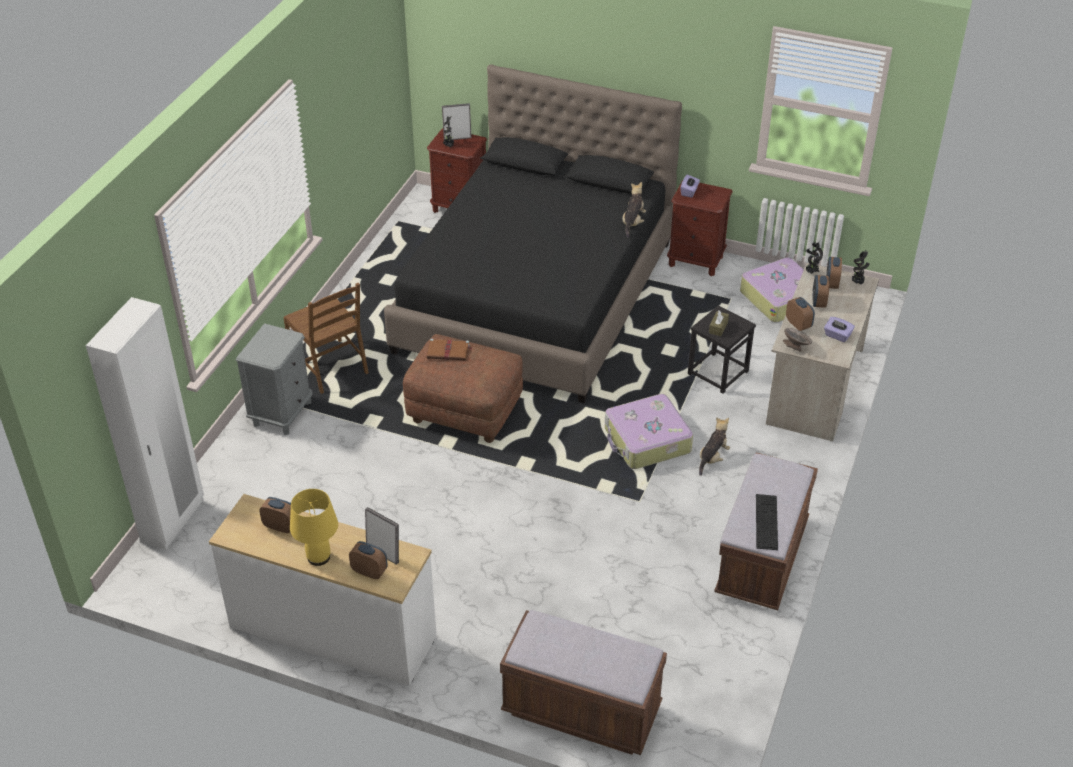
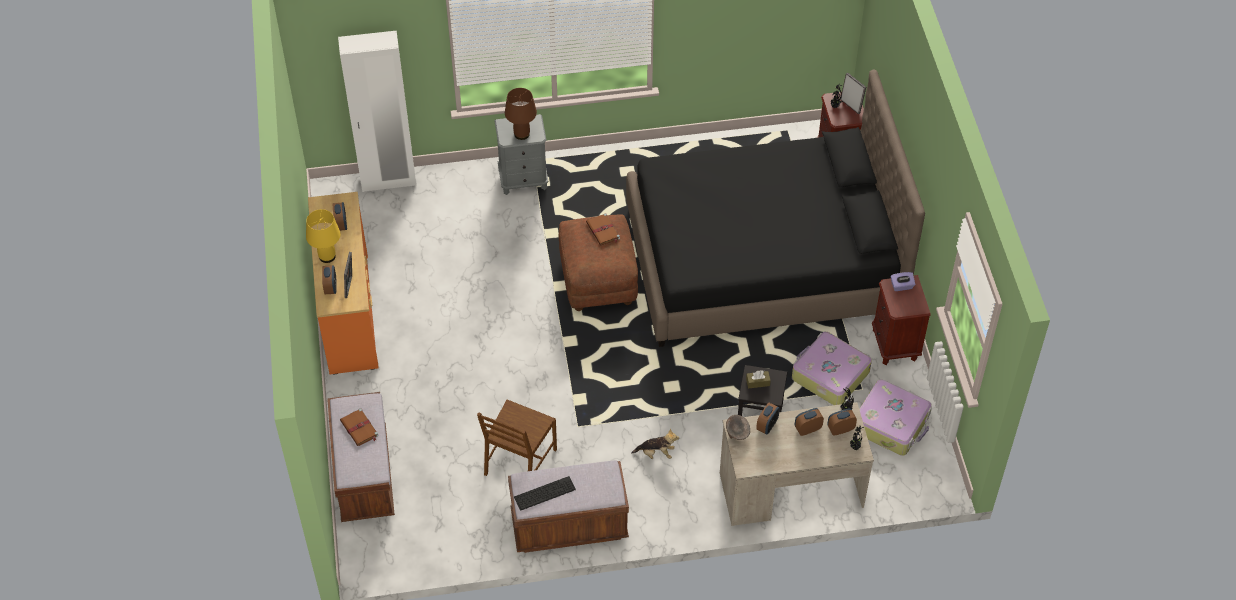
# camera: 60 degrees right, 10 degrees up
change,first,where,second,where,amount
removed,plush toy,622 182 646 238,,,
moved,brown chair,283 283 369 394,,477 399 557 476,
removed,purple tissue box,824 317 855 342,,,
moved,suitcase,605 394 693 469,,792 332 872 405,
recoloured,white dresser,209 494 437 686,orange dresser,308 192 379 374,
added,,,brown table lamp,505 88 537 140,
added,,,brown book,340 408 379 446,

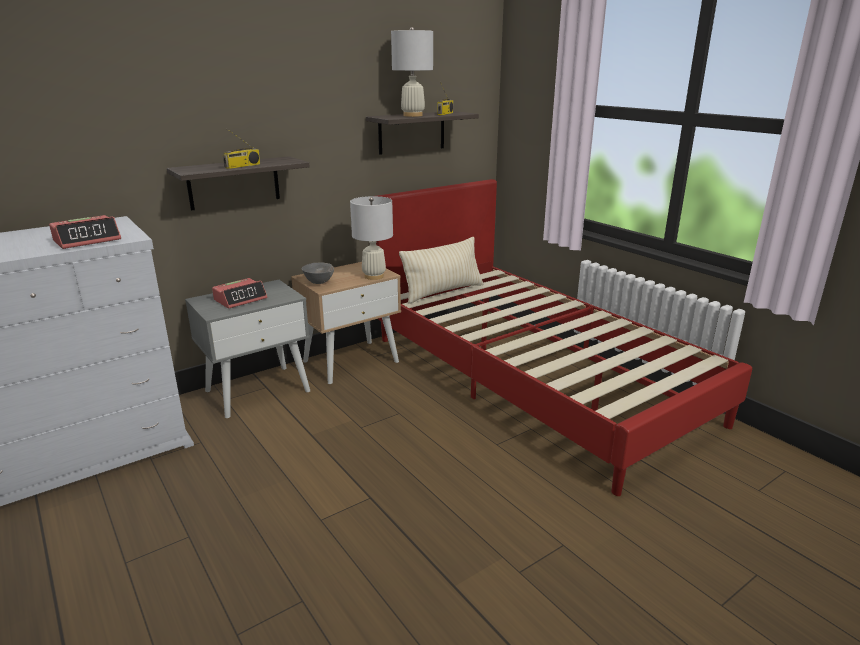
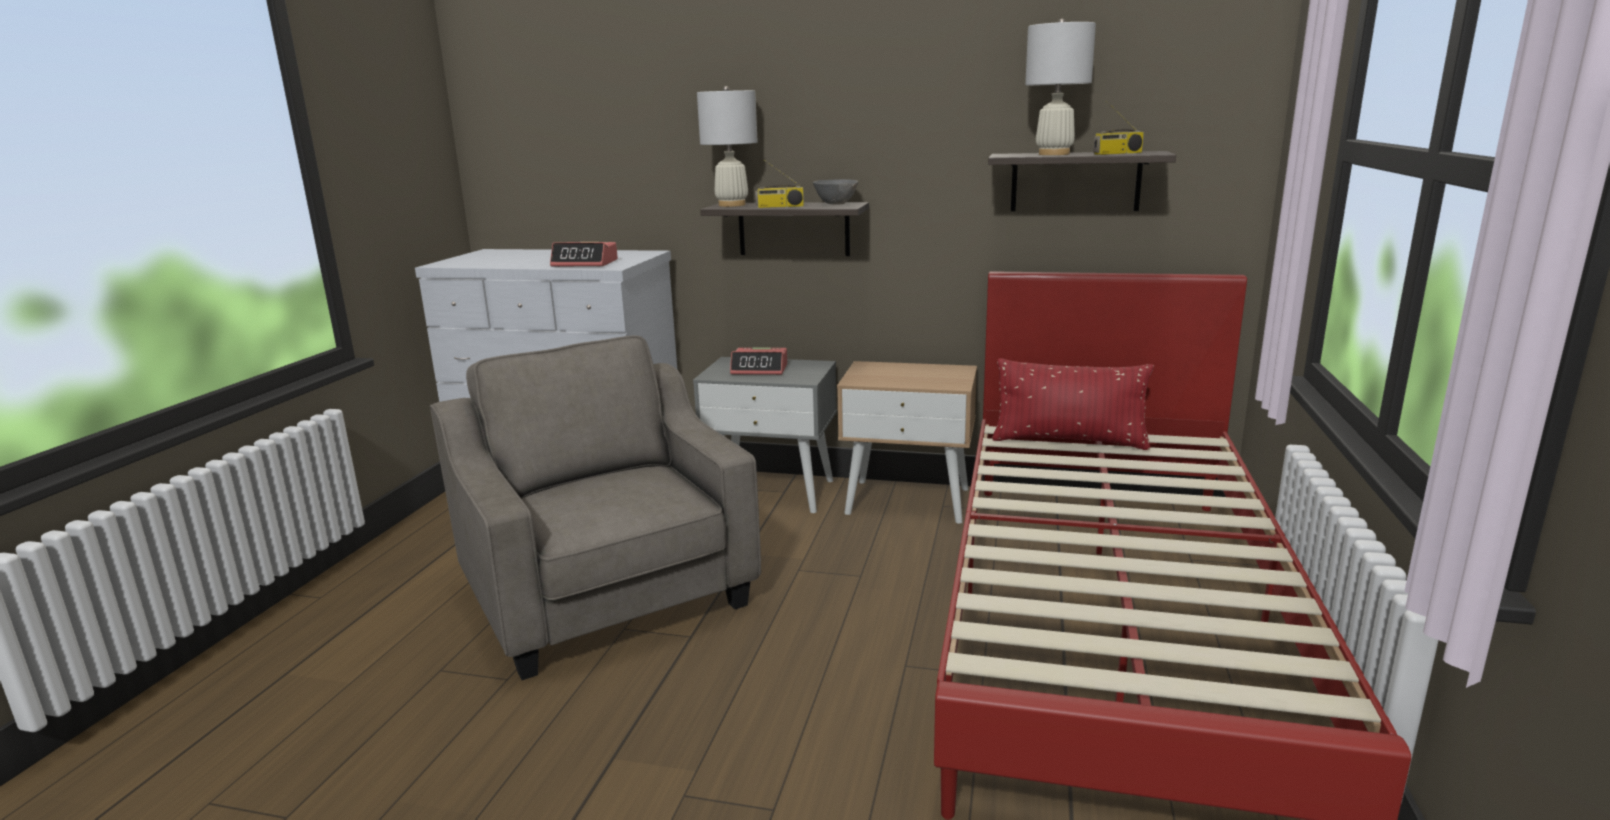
# camera: 50 degrees right, 5 degrees down
change,first,where,second,where,amount
moved,white table lamp,350 196 393 280,,697 86 758 207,
recoloured,beige pillow,399 237 484 304,red pillow,992 358 1154 450,
moved,grey bowl,301 263 334 284,,813 179 858 205,
added,,,grey armchair,430 335 761 680,

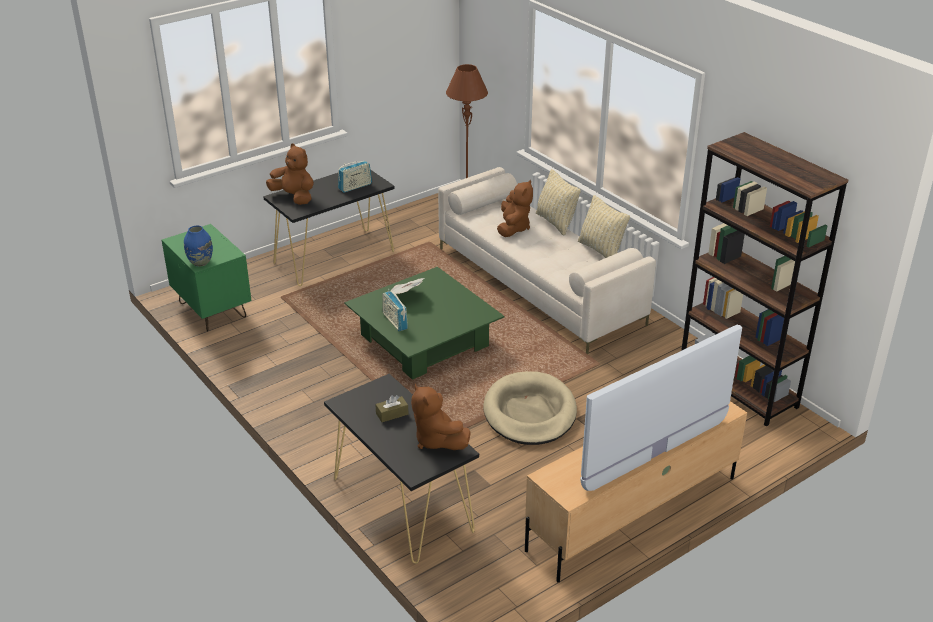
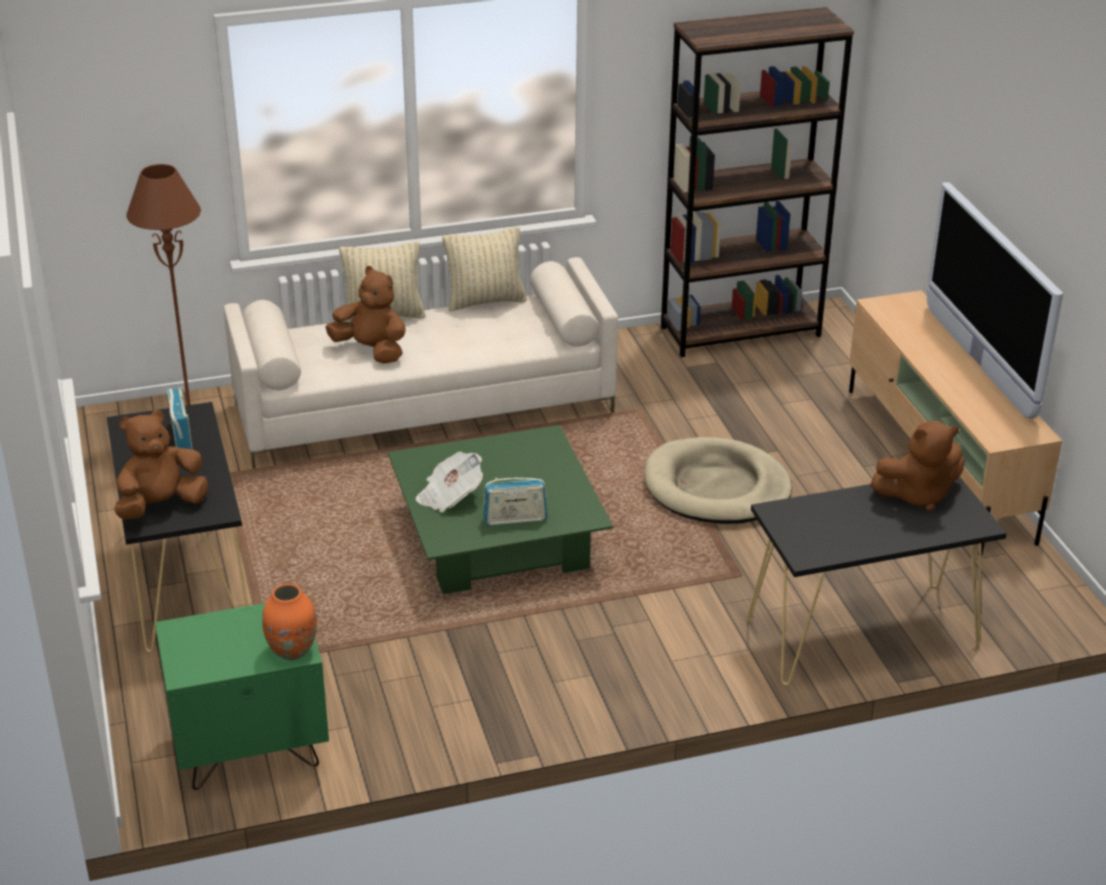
# camera: 70 degrees left, 0 degrees up
change,first,where,second,where,amount
recoloured,blue vase,184 226 213 267,orange vase,262 584 317 660,
removed,brown tissue box,375 395 408 422,,,

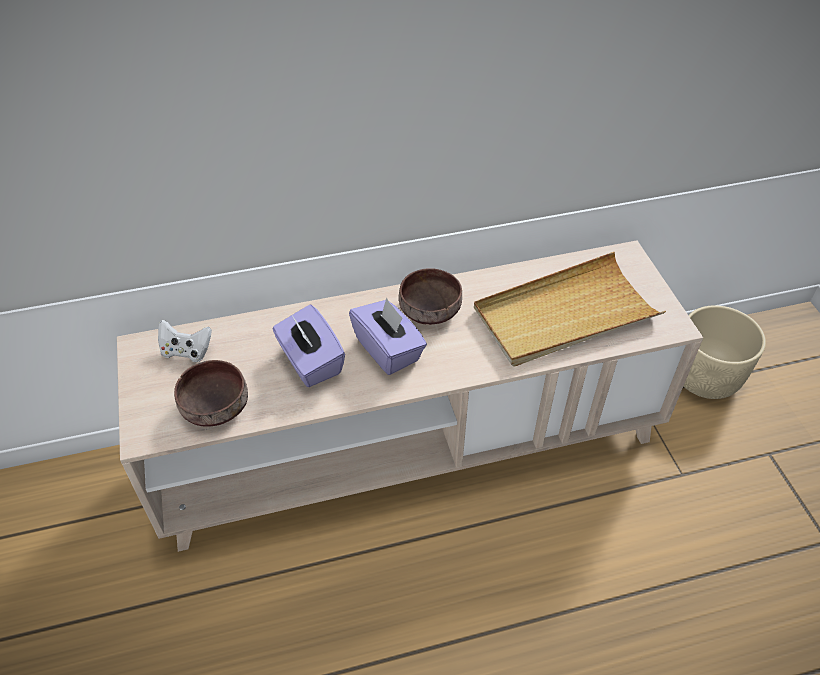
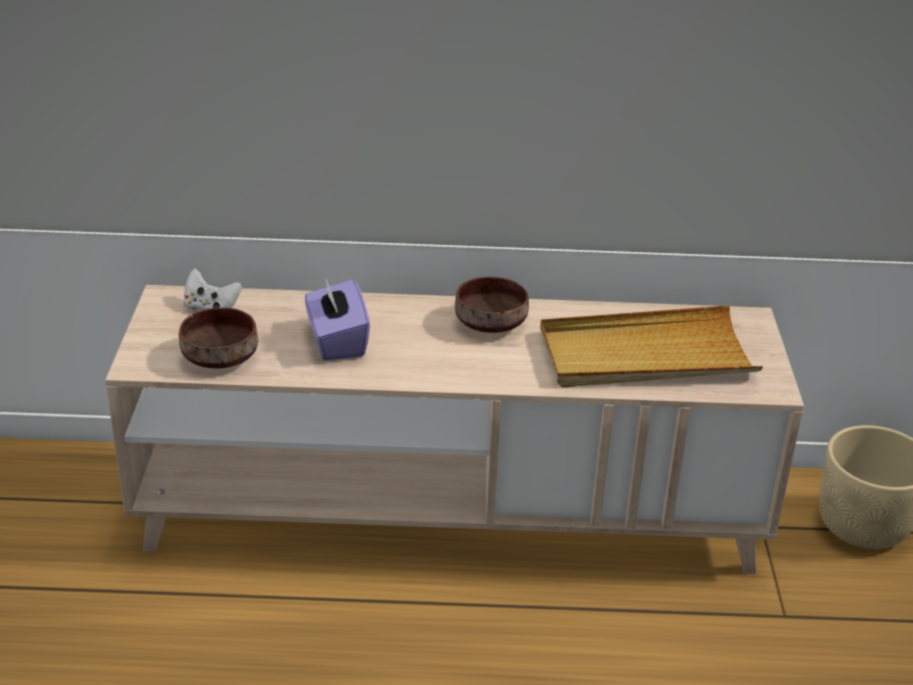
# camera: 15 degrees right, 15 degrees down
change,first,where,second,where,amount
removed,purple tissue box,349 298 427 375,,,

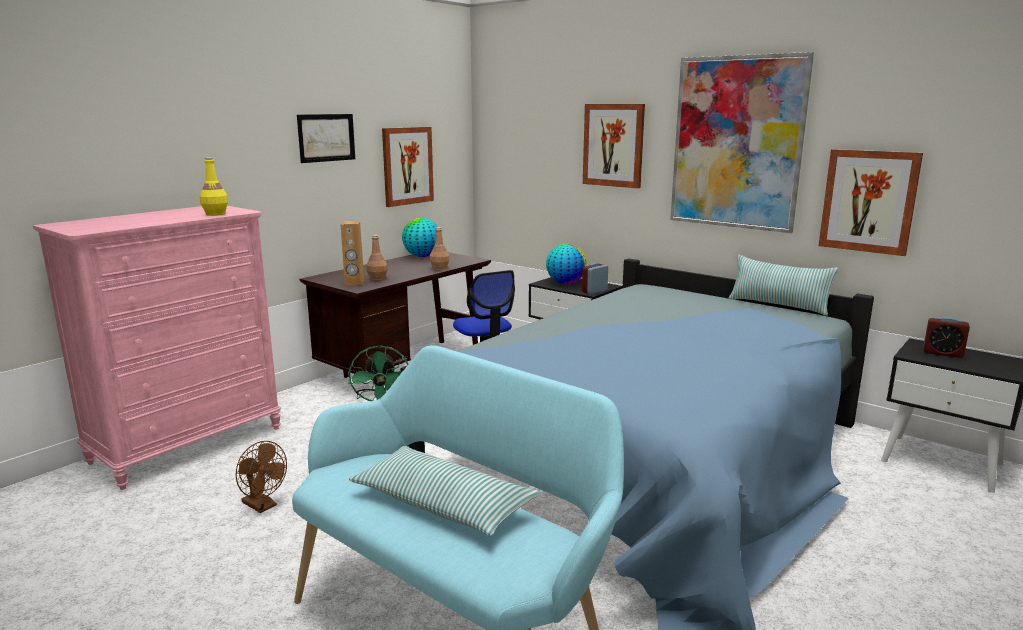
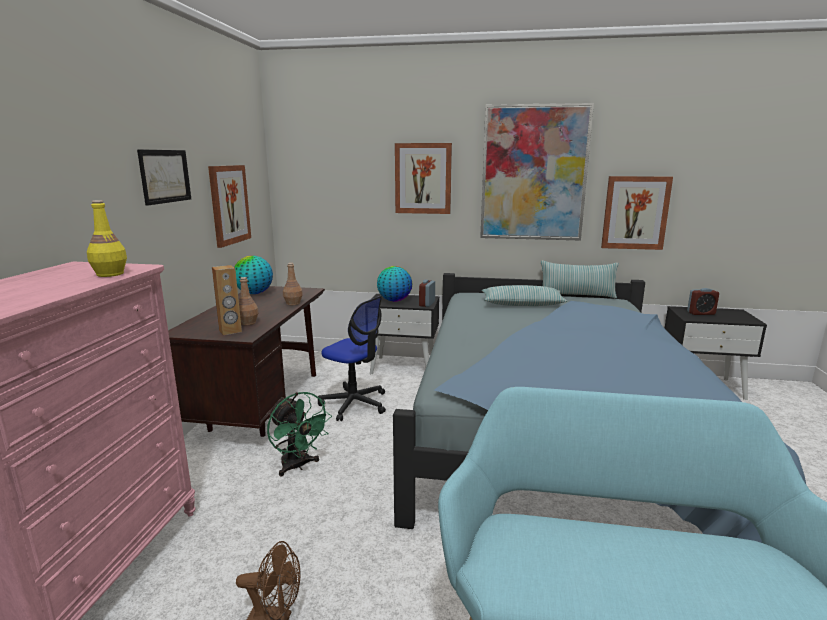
# camera: 30 degrees left, 0 degrees up
change,first,where,second,where,amount
moved,pillow,349 446 541 536,,482 285 568 306,

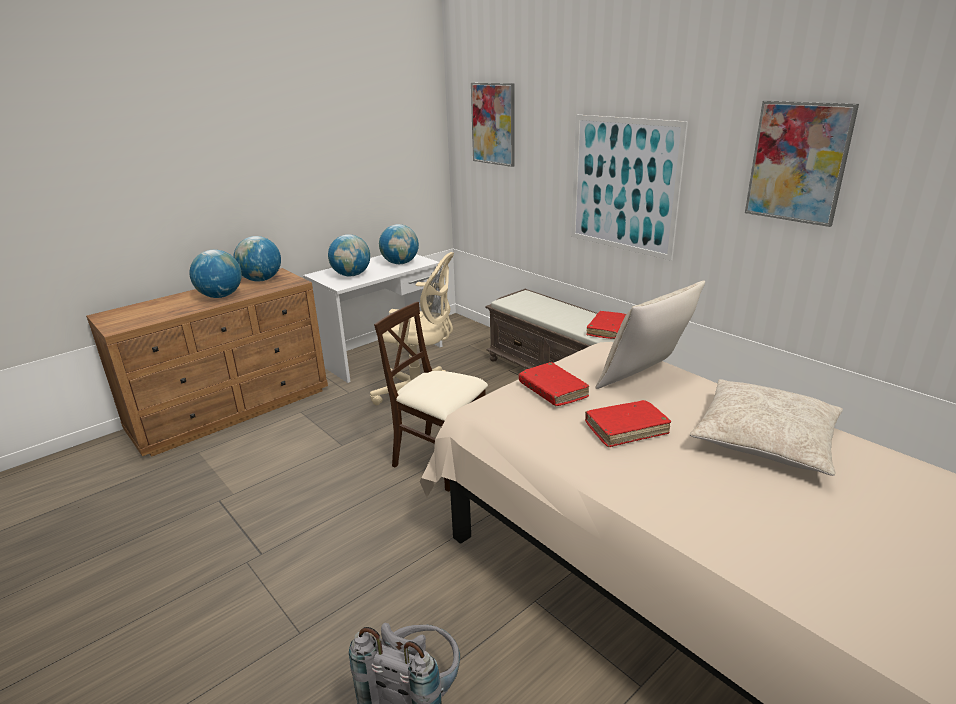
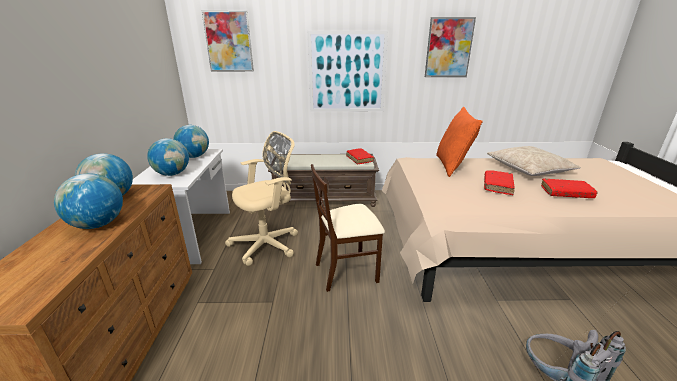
# camera: 50 degrees left, 0 degrees up
change,first,where,second,where,amount
recoloured,beige pillow,595 281 705 389,orange pillow,436 107 483 177,
moved,red book,519 362 589 406,,541 178 597 198,

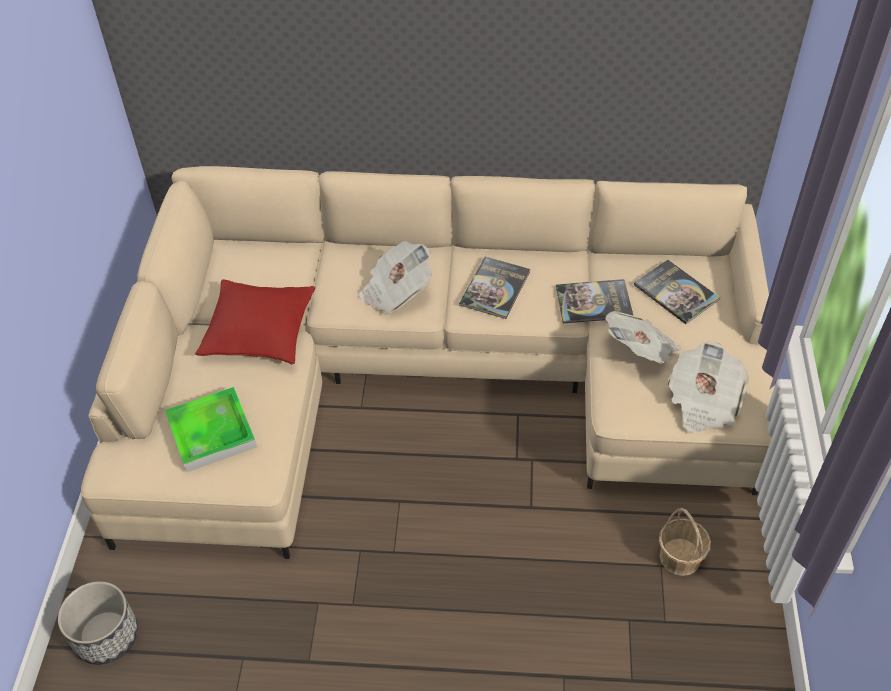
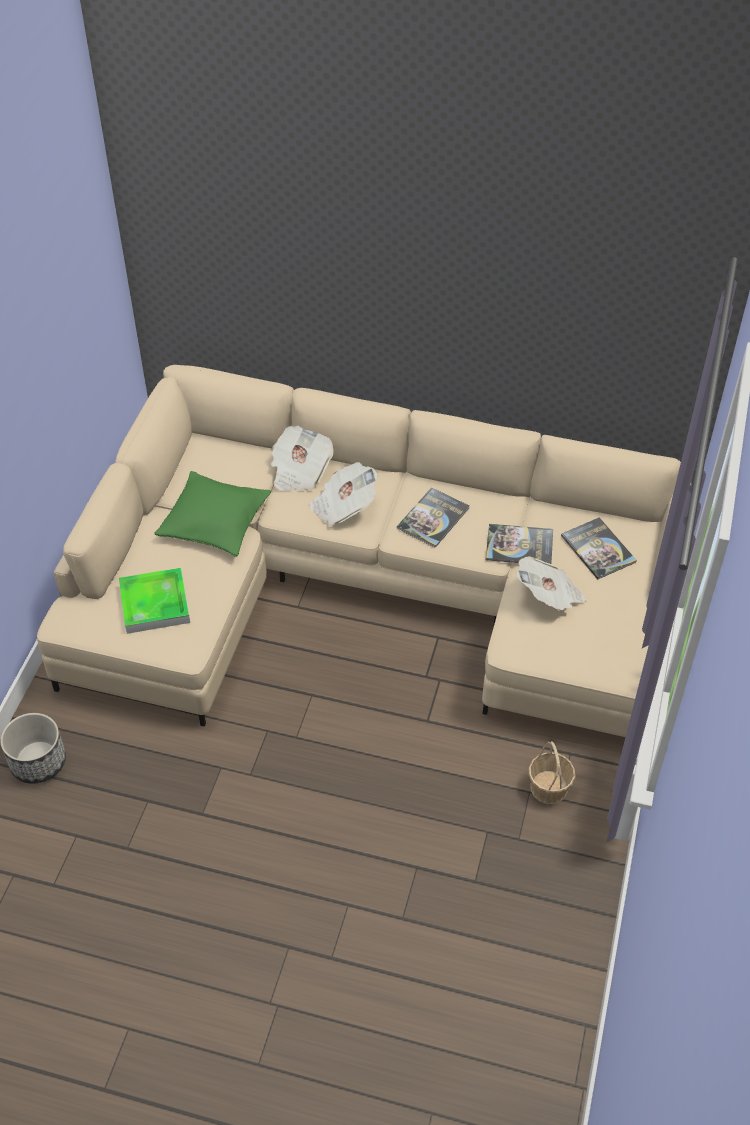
# camera: 10 degrees right, 0 degrees up
change,first,where,second,where,amount
recoloured,red pillow,195 280 315 364,green pillow,154 471 271 557,
moved,newspaper,668 342 749 433,,271 426 333 491,

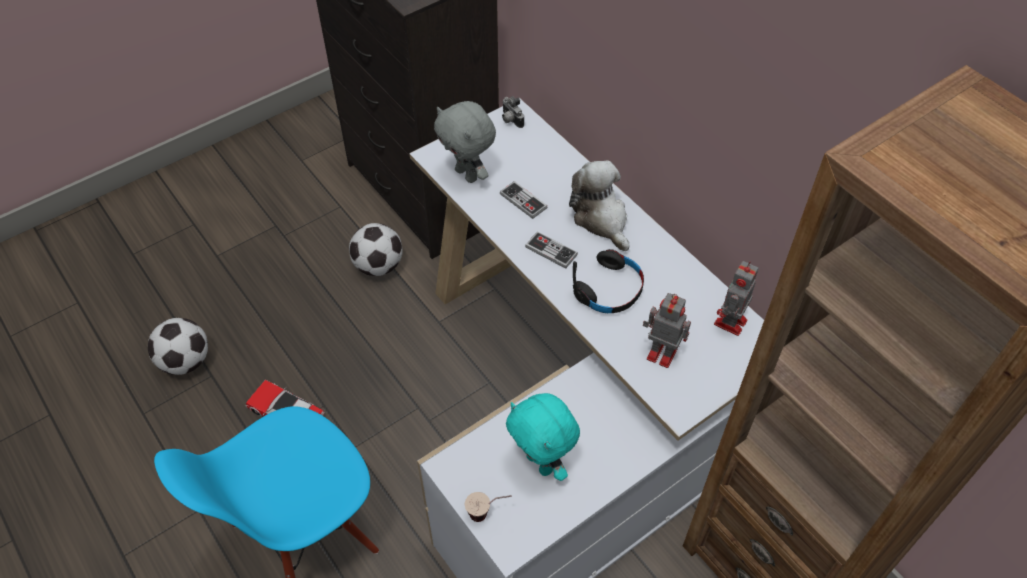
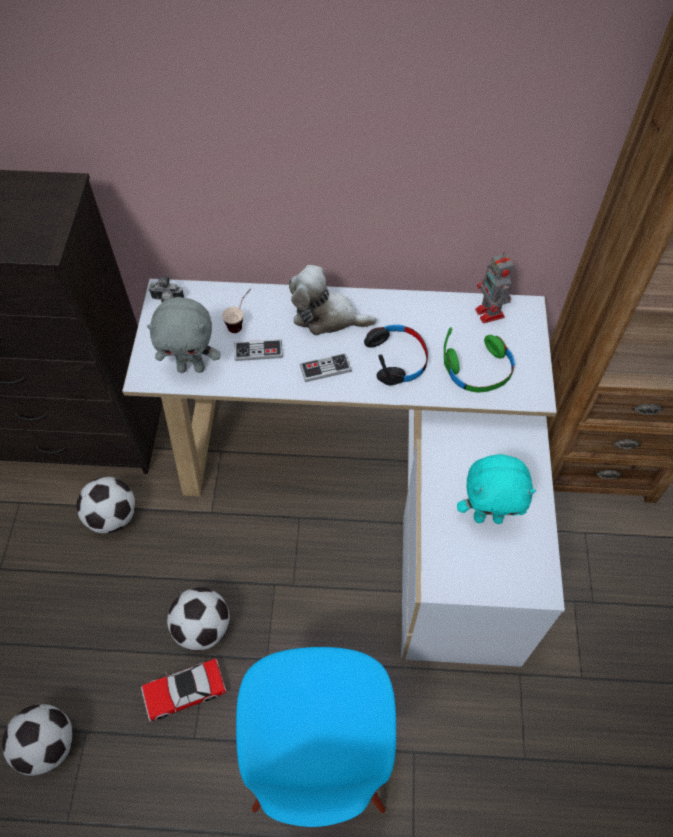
# camera: 50 degrees left, 5 degrees up
change,first,where,second,where,amount
replaced,toy robot,643 293 691 368,green headphones,444 327 515 392,
moved,cup,465 492 512 522,,222 289 251 333,
added,,,football,167 587 230 651,

